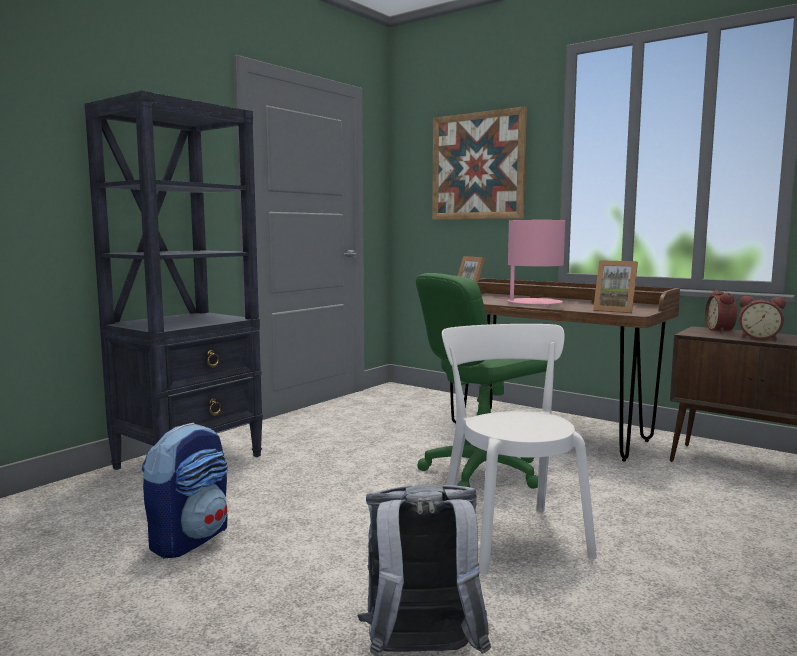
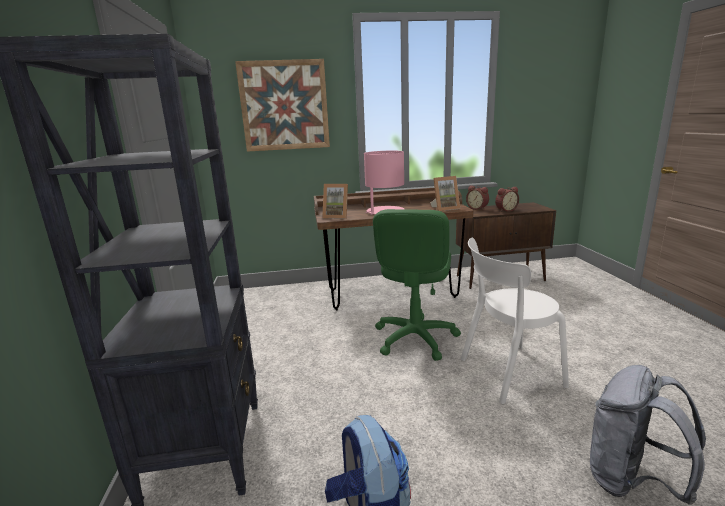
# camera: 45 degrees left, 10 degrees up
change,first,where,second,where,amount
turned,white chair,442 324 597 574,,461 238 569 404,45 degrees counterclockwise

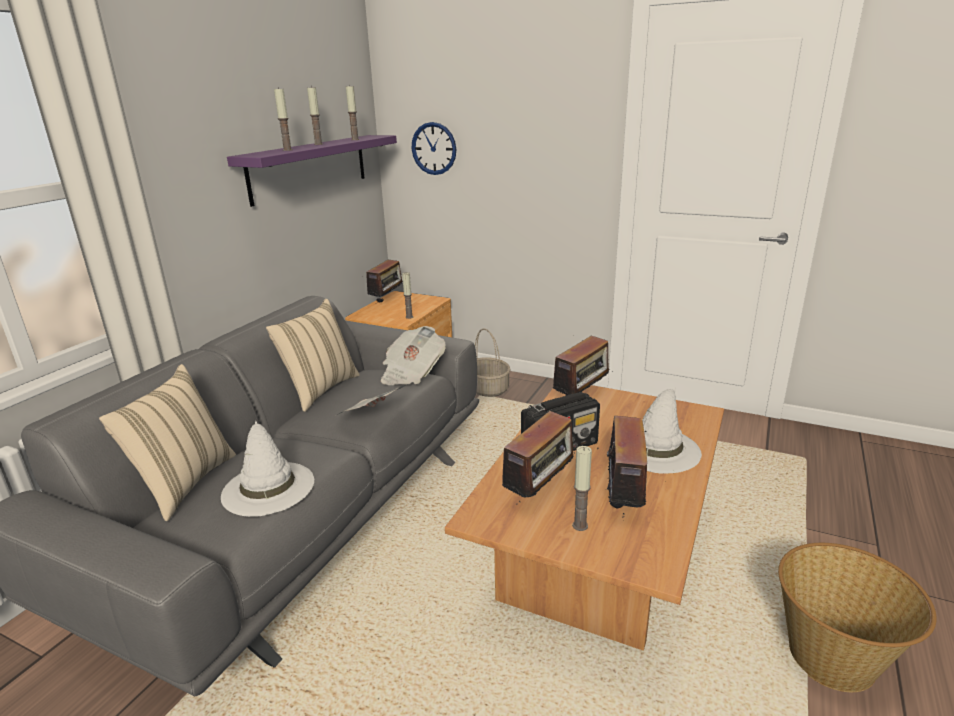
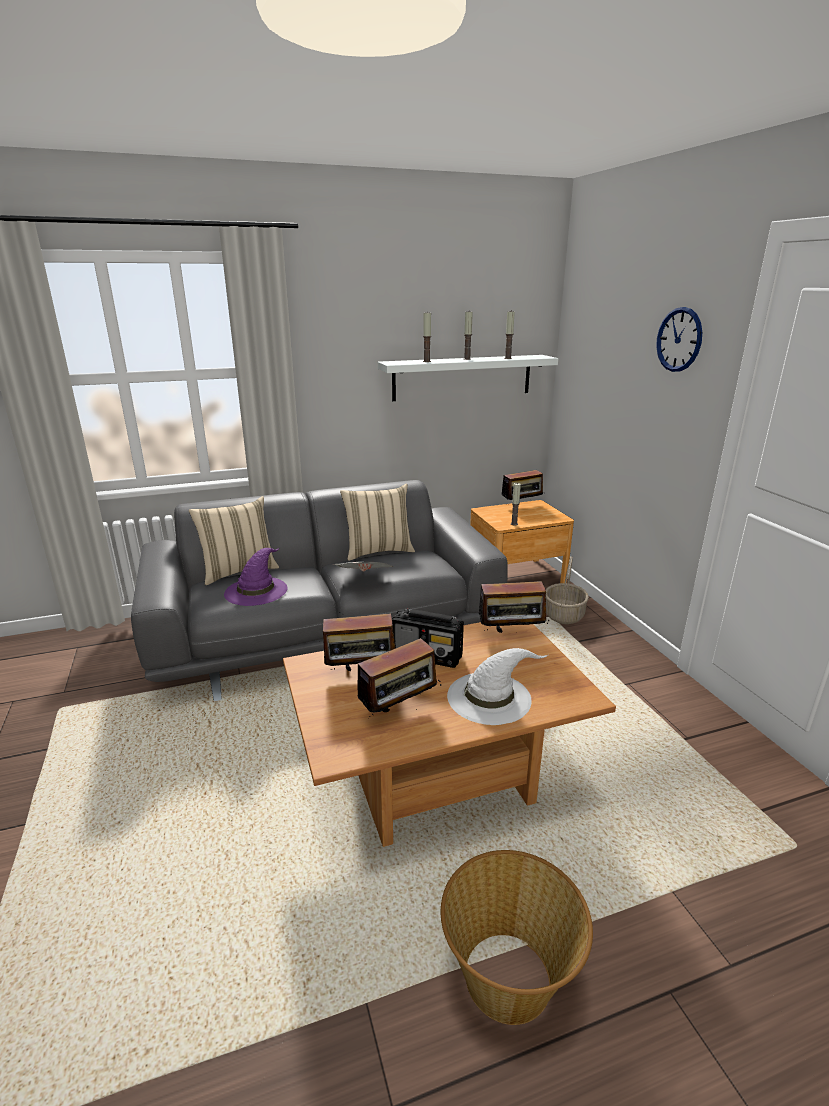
# camera: 45 degrees right, 0 degrees up
change,first,where,second,where,amount
moved,wall clock,411 122 457 175,,656 307 702 372,
recoloured,purple shelf,227 135 397 207,white shelf,378 355 558 401,
removed,newspaper,380 326 446 385,,,
recoloured,white hat,221 421 314 517,purple hat,224 547 288 606,
removed,candle,572 446 592 531,,,

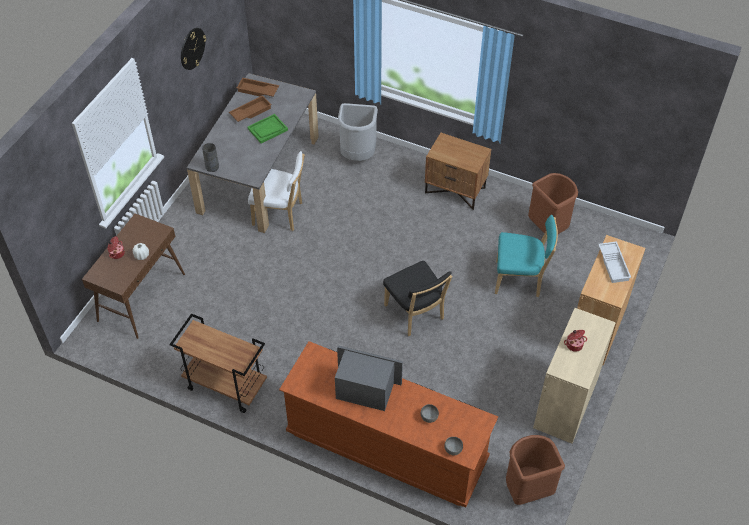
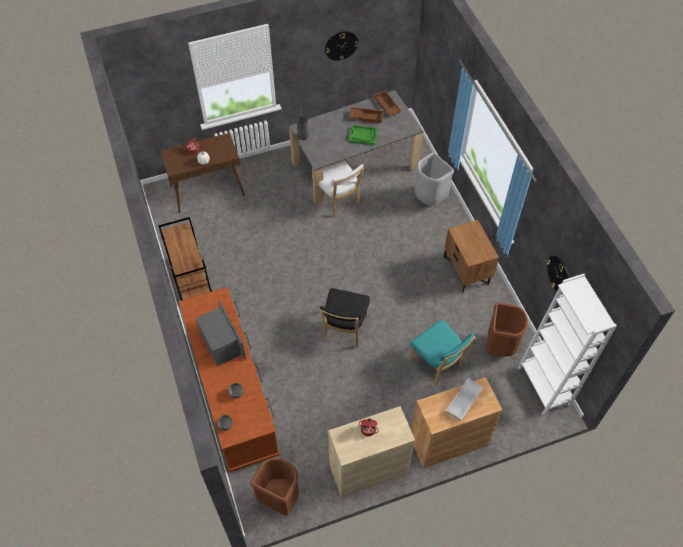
# camera: 45 degrees right, 5 degrees up
change,first,where,second,where,amount
added,,,wall clock,547 256 570 294,
added,,,white bookcase,518 274 617 415,

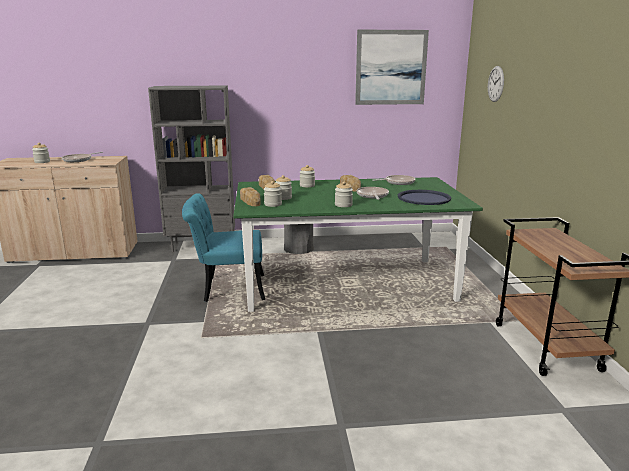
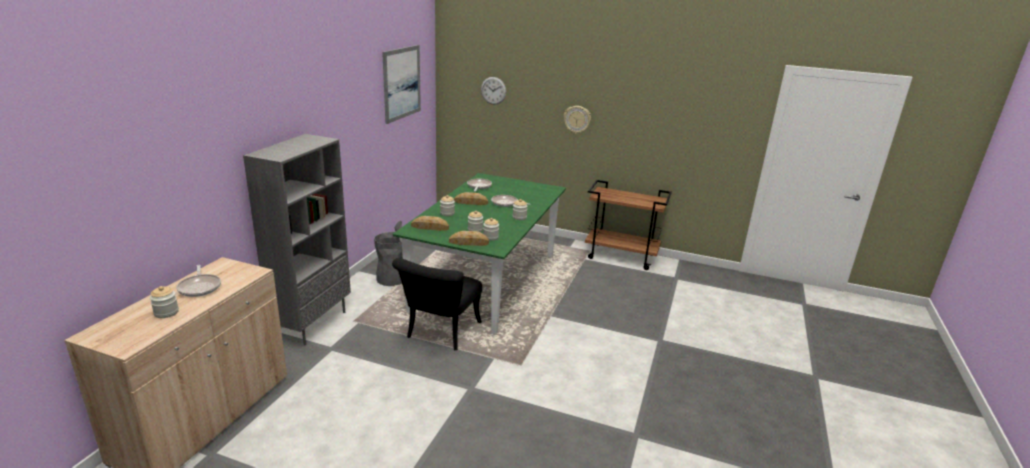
# camera: 65 degrees left, 5 degrees up
change,first,where,second,where,amount
removed,blue tray,398 190 451 205,,,
recoloured,turquoise chair,182 193 265 302,black chair,392 258 482 351,
added,,,wall clock,564 106 591 134,

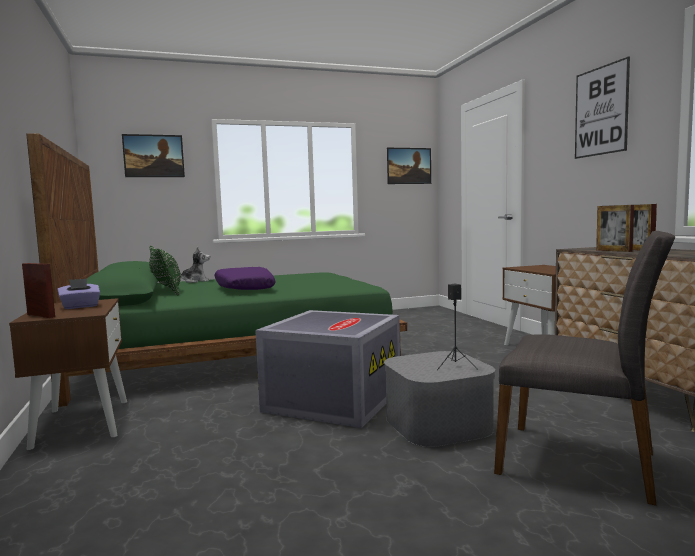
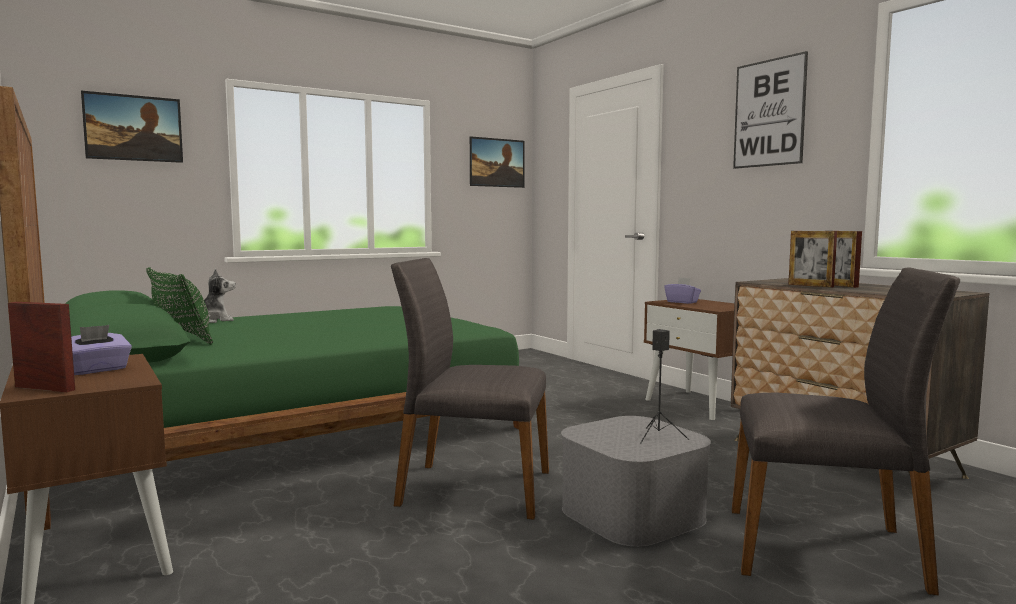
# camera: 15 degrees left, 0 degrees up
change,first,where,second,where,amount
removed,purple pillow,215 267 276 290,,,
replaced,grey storage box,255 310 400 428,grey chair,391 258 549 519,
added,,,purple tissue box,664 277 701 304,

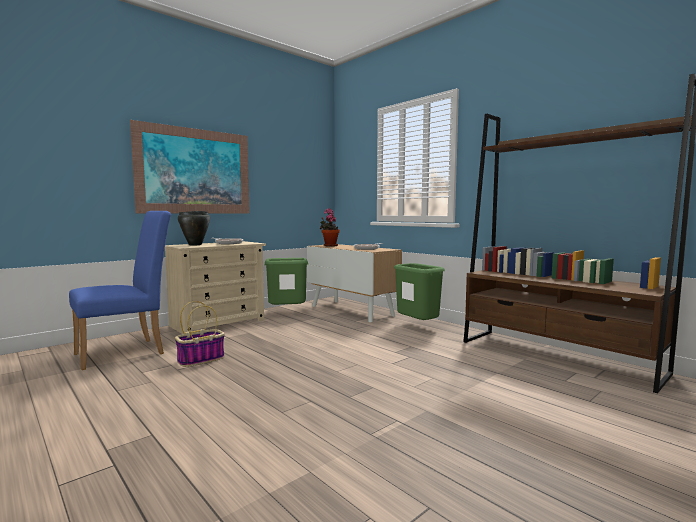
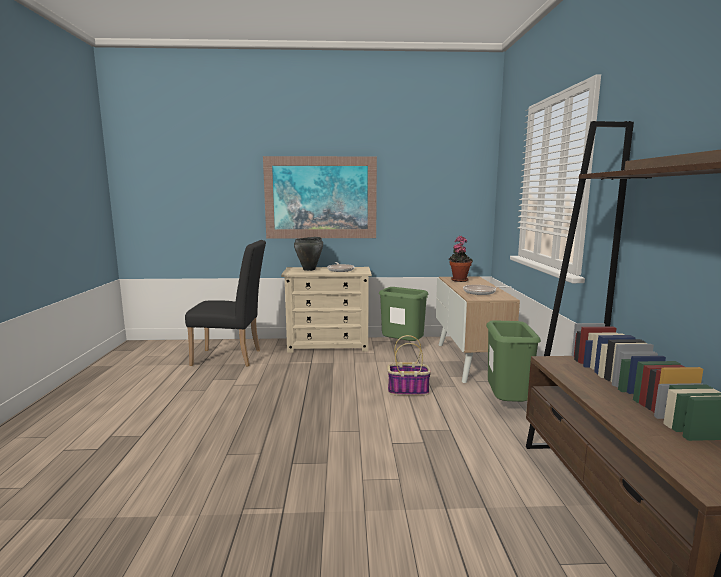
# camera: 40 degrees right, 5 degrees up
change,first,where,second,where,amount
recoloured,blue chair,69 211 171 370,black chair,185 240 266 366,
moved,basket,175 301 225 367,,387 335 431 396,

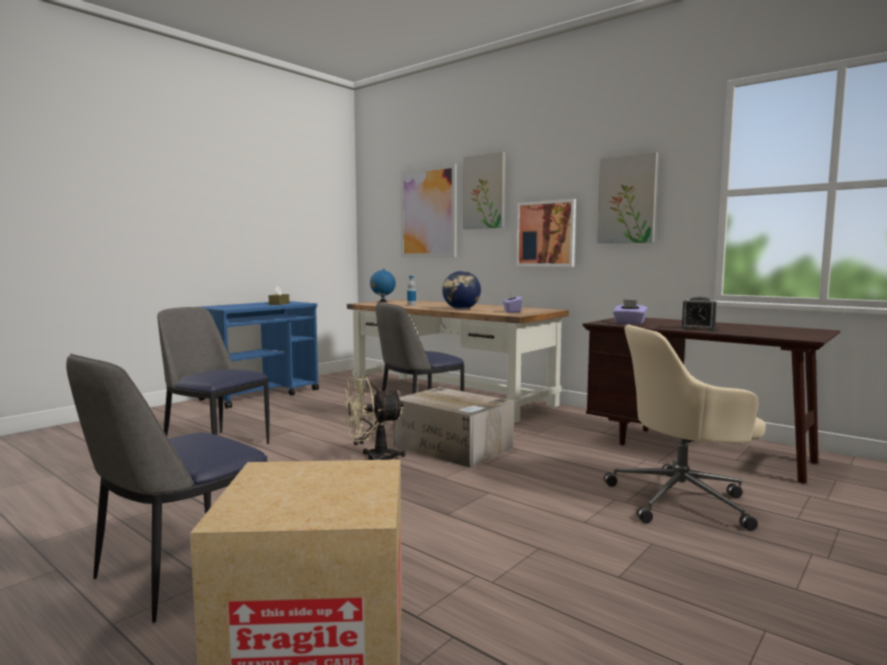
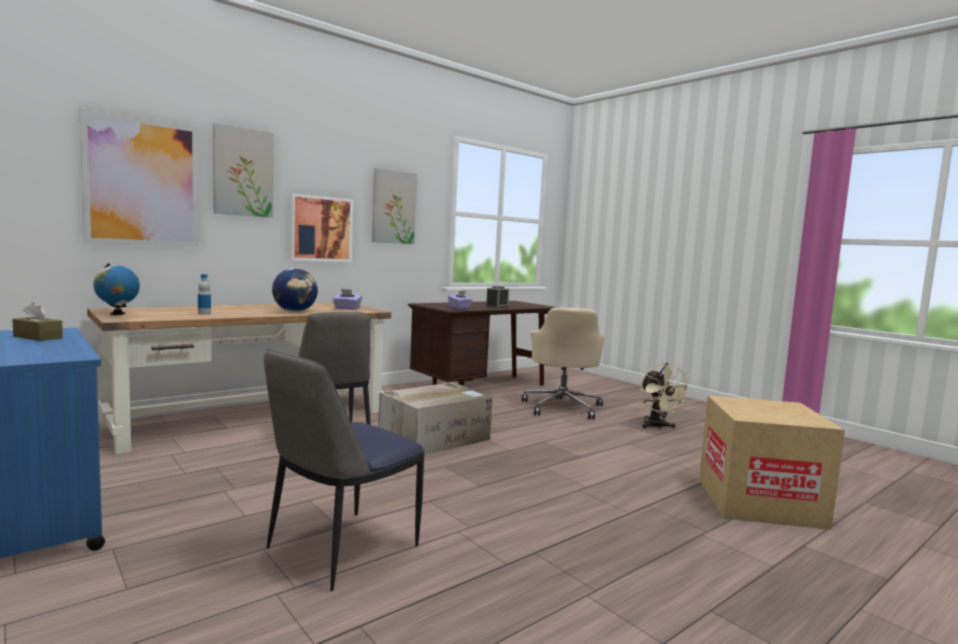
# camera: 80 degrees left, 0 degrees up
change,first,where,second,where,amount
removed,chair,66 354 268 623,,,
moved,beige fan,344 375 406 460,,640 363 692 429,

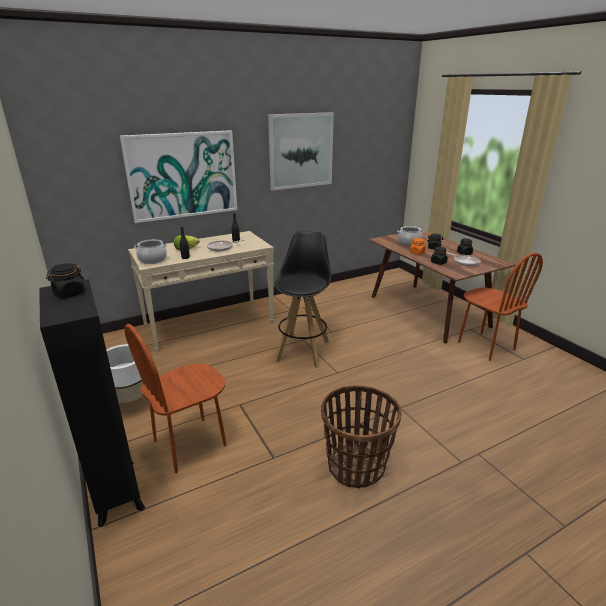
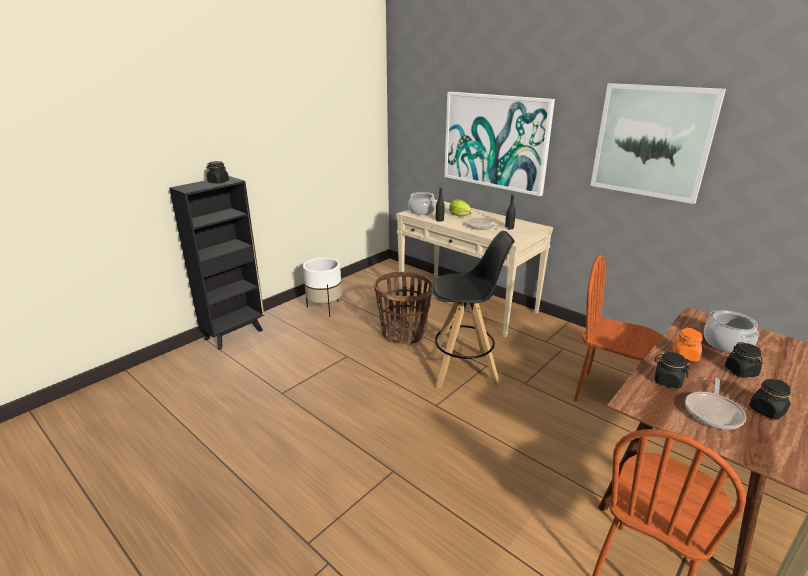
# camera: 70 degrees right, 0 degrees up
change,first,where,second,where,amount
moved,brown chair,124 324 227 473,,574 255 662 401,
moved,basket,321 385 402 489,,374 271 433 345,

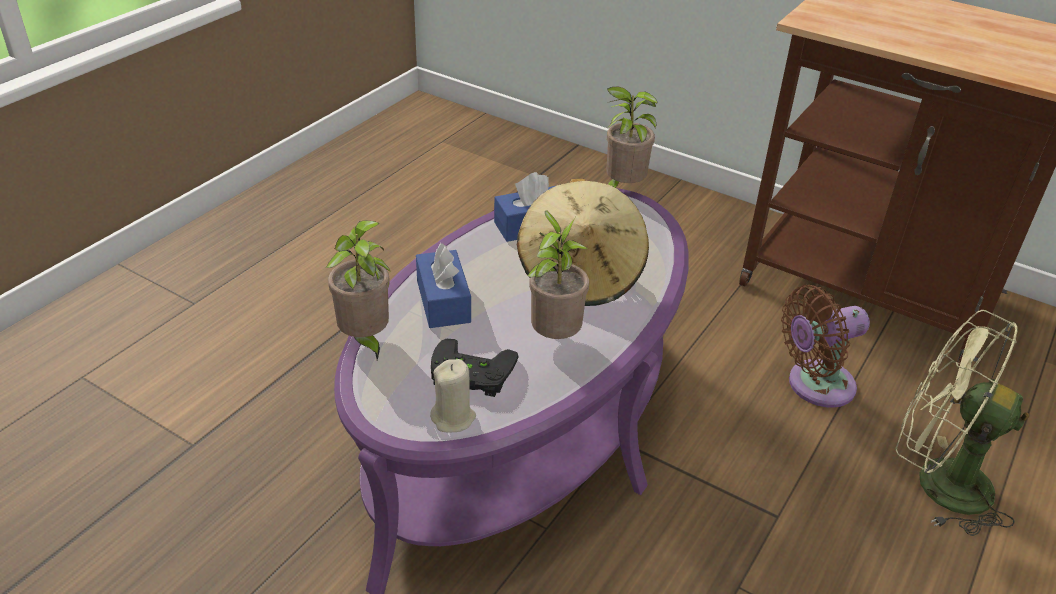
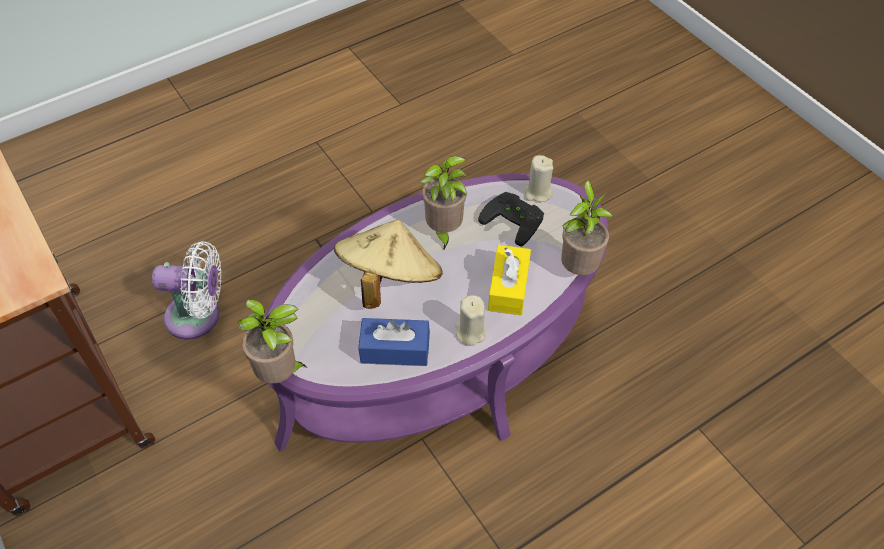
# camera: 155 degrees left, 15 degrees up
change,first,where,second,where,amount
recoloured,blue tissue box,416 243 471 328,yellow tissue box,488 245 531 315,
recoloured,brown fan,781 285 870 408,white fan,152 241 222 340,
removed,green fan,896 310 1029 536,,,
added,,,beige candle,455 295 486 346,

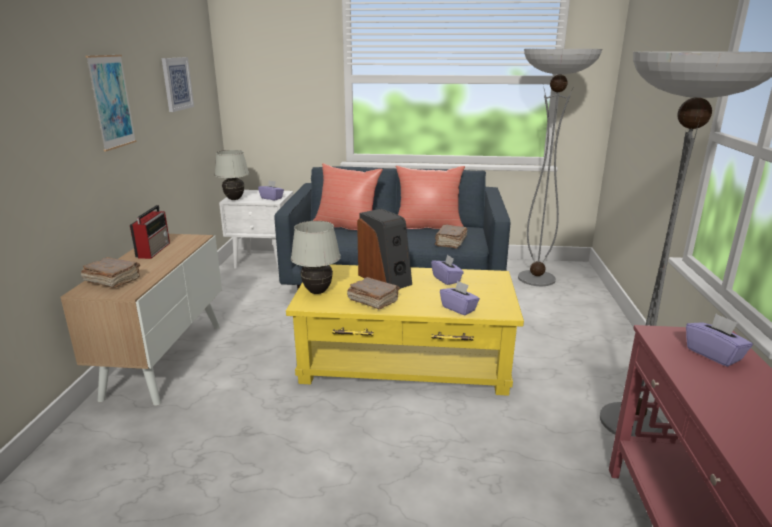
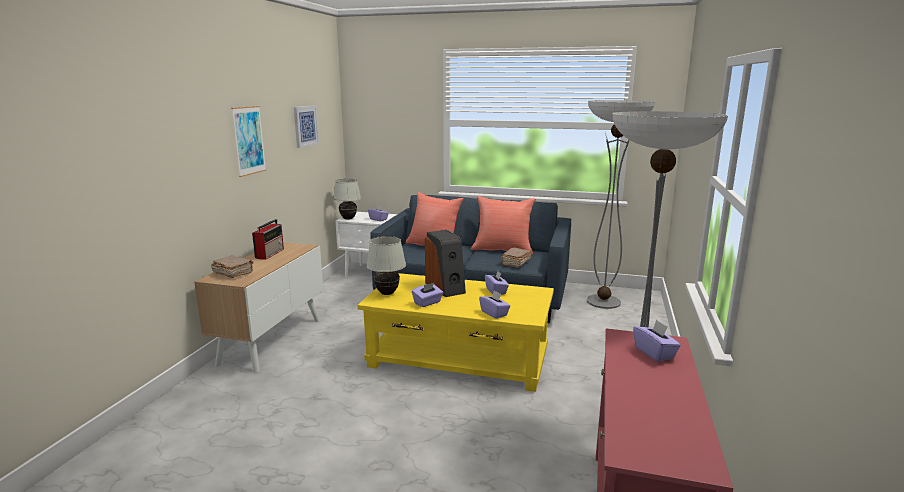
# camera: 10 degrees right, 5 degrees down
change,first,where,second,where,amount
replaced,brown book,347 277 400 309,purple tissue box,412 283 443 307,

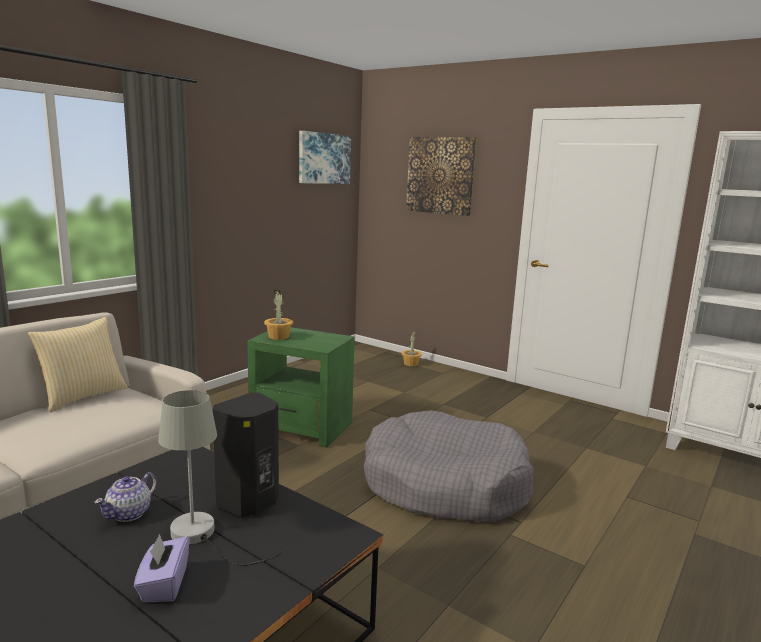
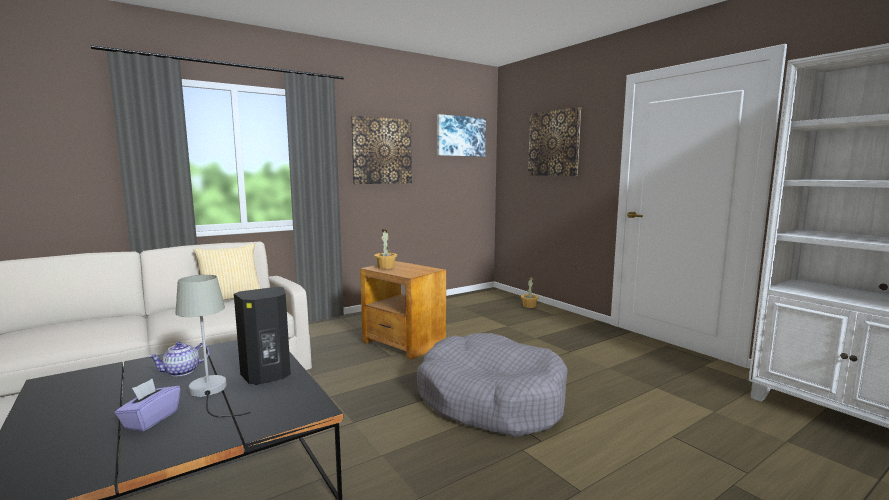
# camera: 20 degrees right, 5 degrees down
change,first,where,second,where,amount
recoloured,green side table,247 327 355 448,brown side table,360 261 446 360,
added,,,picture,351 116 412 184,

